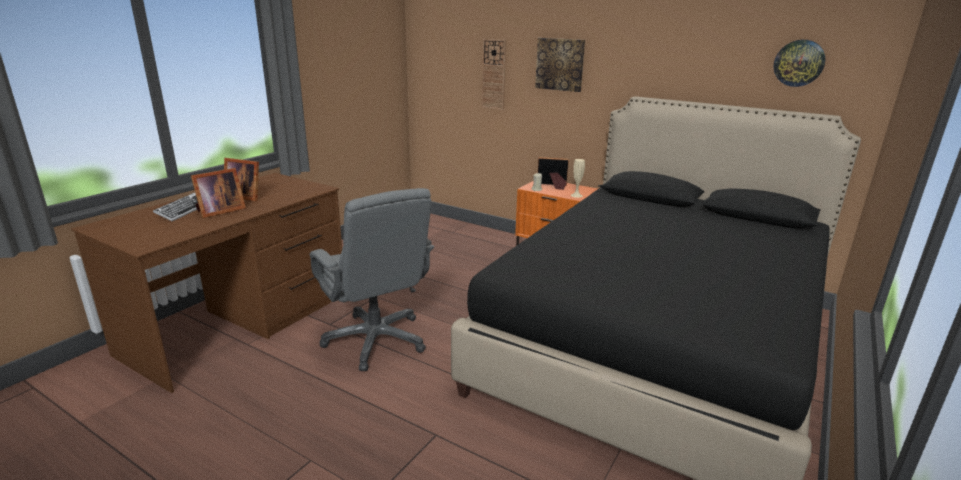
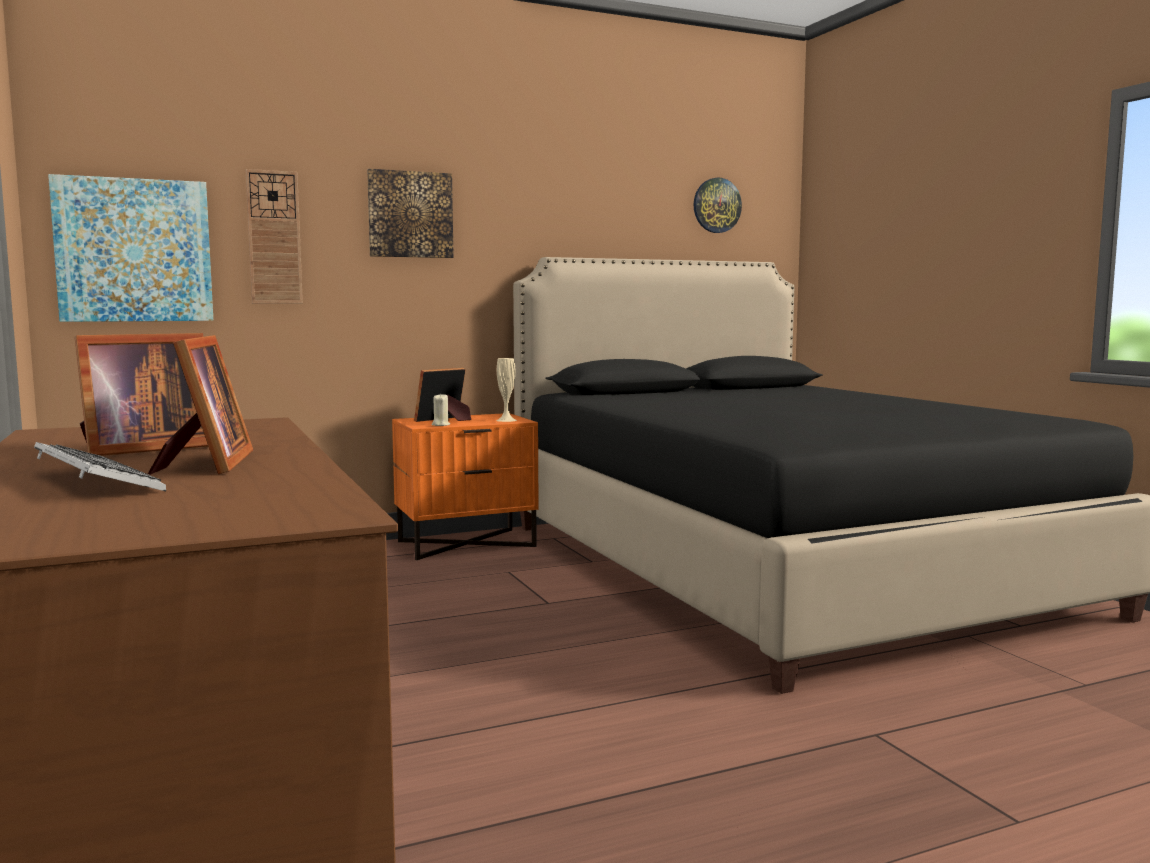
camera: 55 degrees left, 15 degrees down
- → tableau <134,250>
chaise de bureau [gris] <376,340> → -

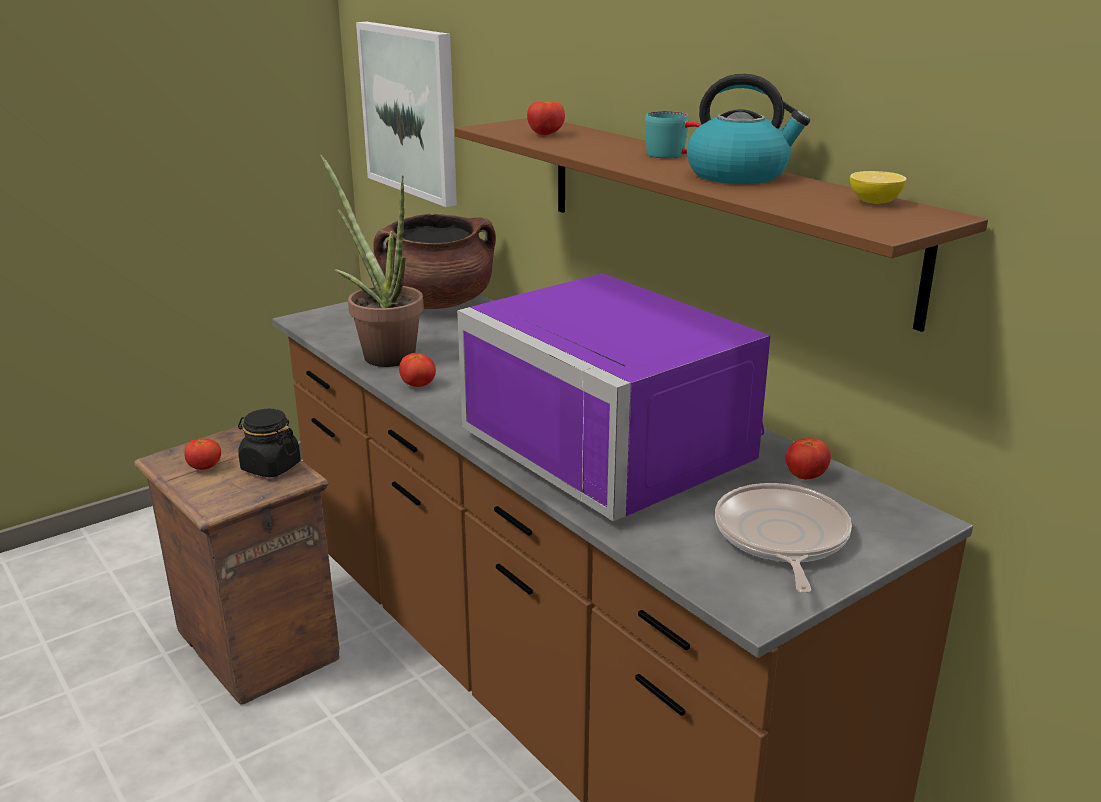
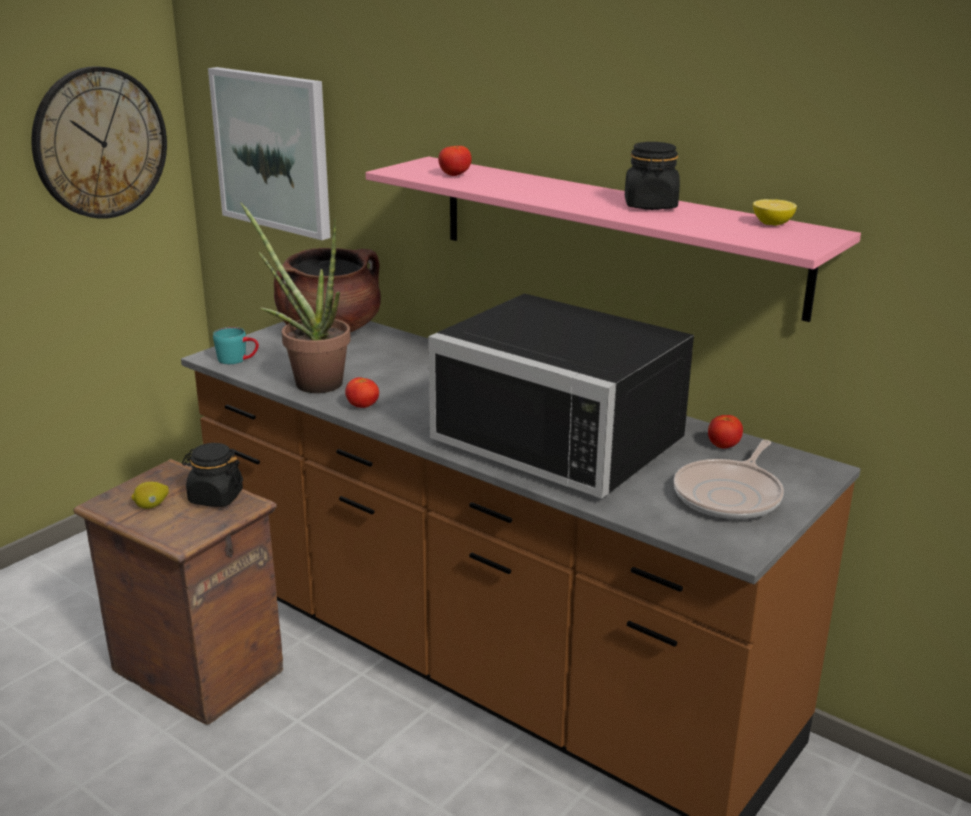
camera: 15 degrees left, 0 degrees up
- → horloge murale <100,143>
tomate <205,468> → citron <151,506>
mug [turquoise] <674,155> → mug [turquoise] <238,359>, moved
étagère [marron] <714,209> → étagère [rose] <614,233>
micro-ondes [violet] <623,445> → micro-ondes [noir] <568,438>
bouilloire <739,175> → bocal [noir] <650,206>
poêle <781,538> → poêle <730,495>, 135 degrees counterclockwise

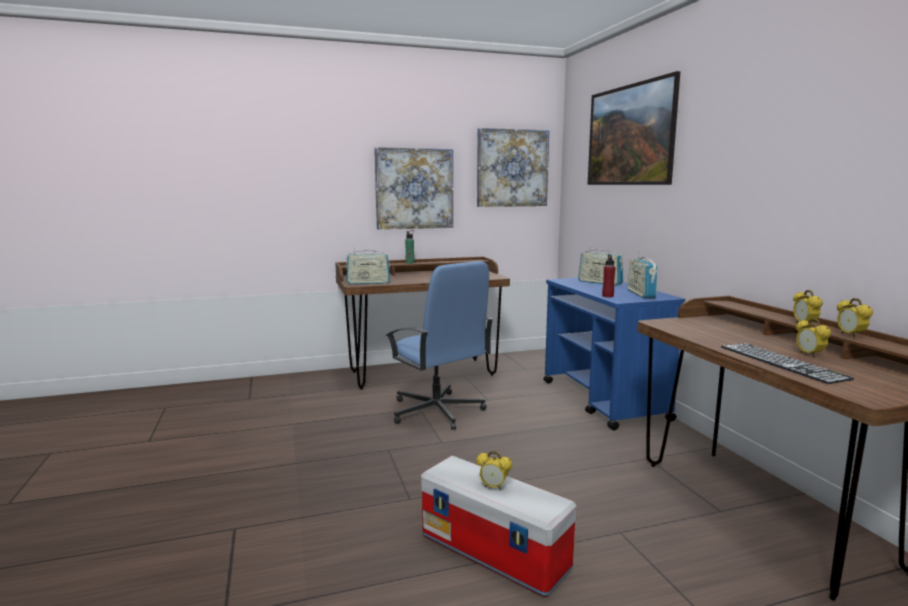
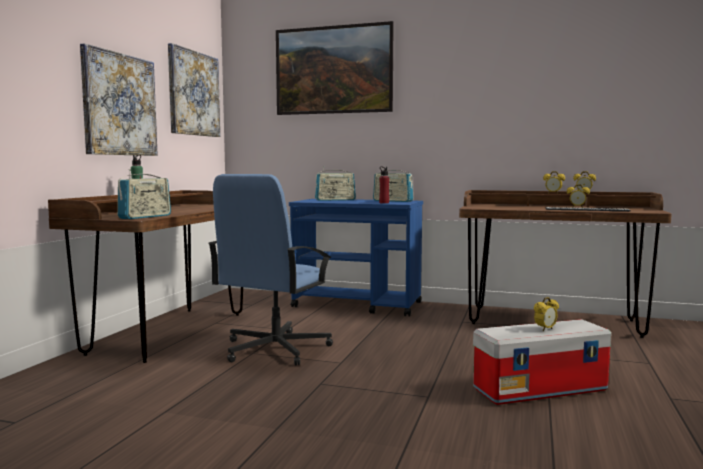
camera: 55 degrees left, 5 degrees down
chaise de bureau [bleu] <437,411> → chaise de bureau [bleu] <274,349>, 120 degrees clockwise

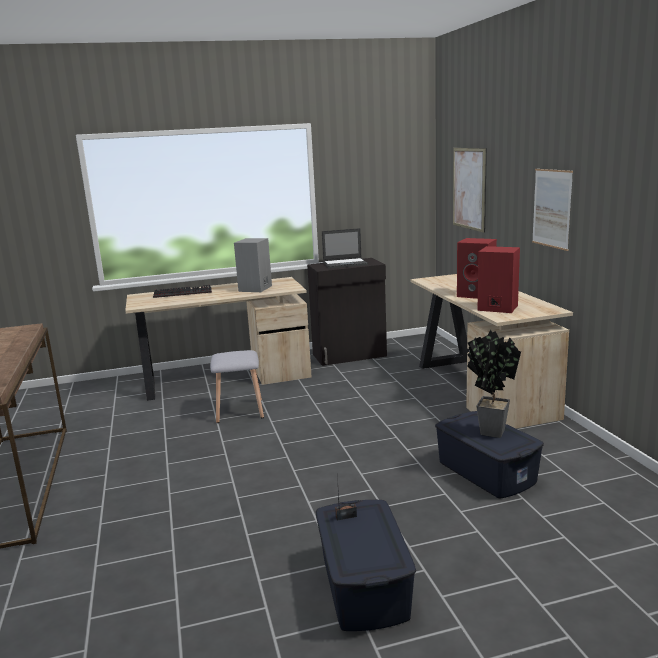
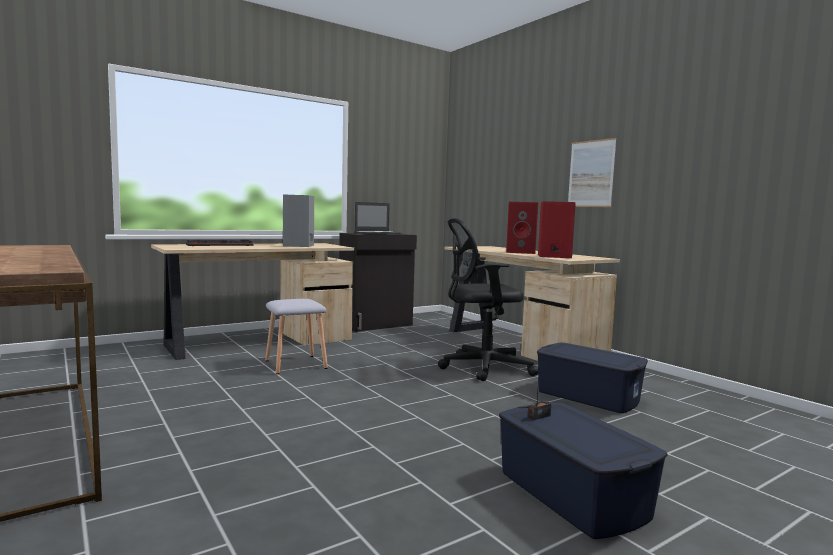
camera: 20 degrees left, 10 degrees down
- → chaise de bureau [noir] <481,367>
tableau <469,188> → -
plante en pot <488,430> → -

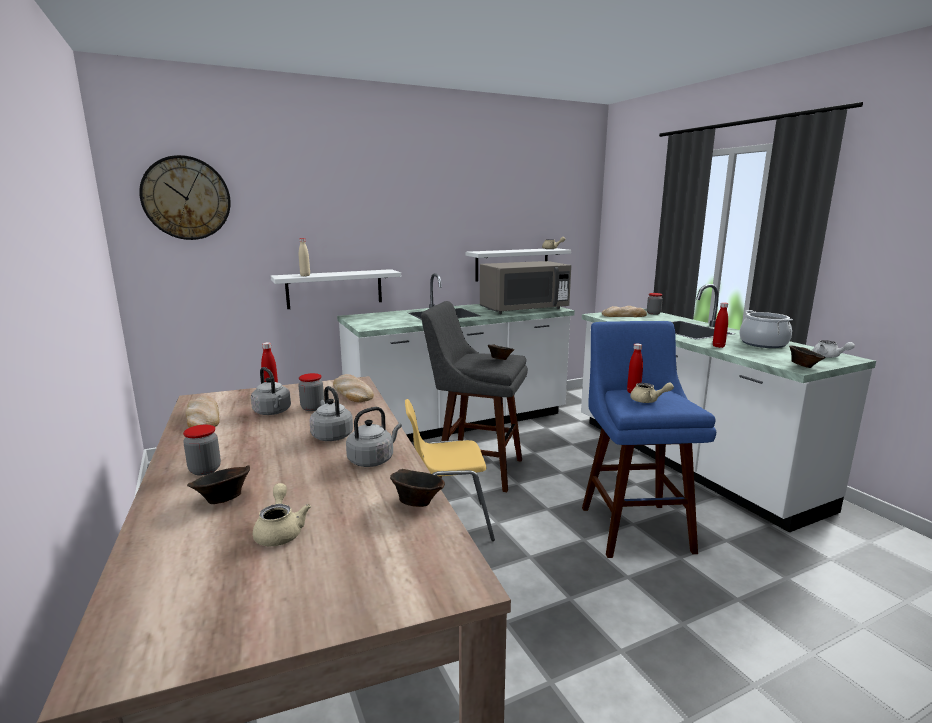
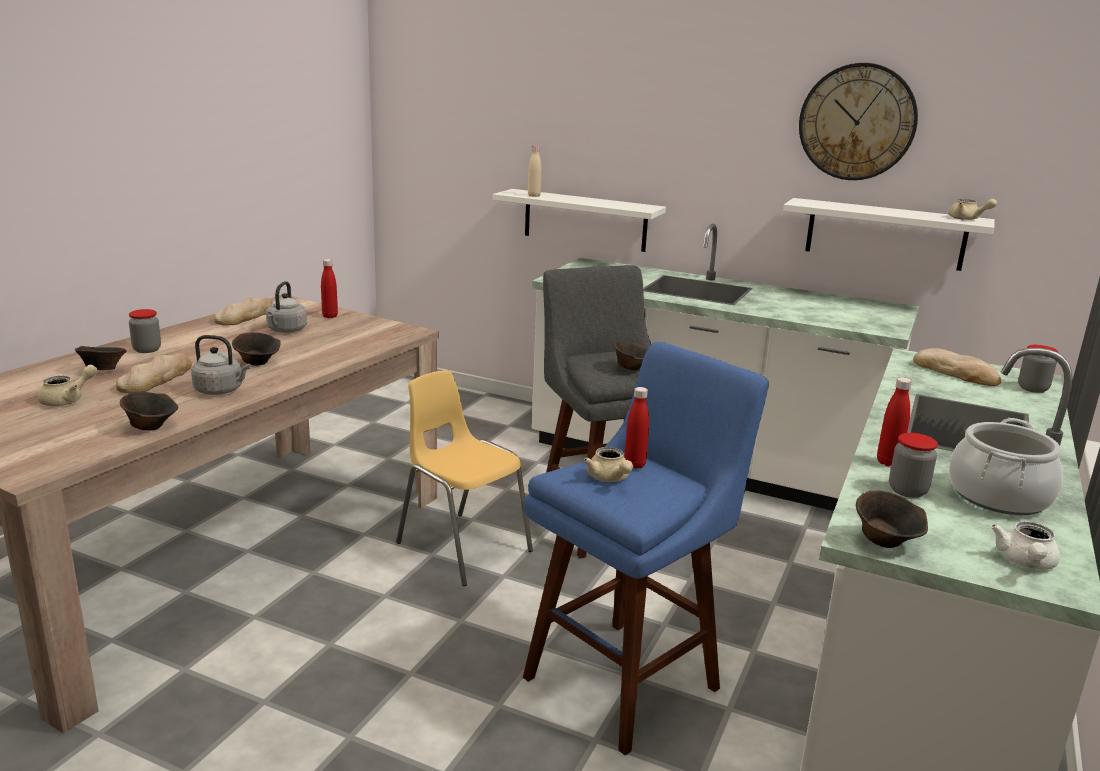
camera: 50 degrees right, 5 degrees up
pain <352,392> → pain <156,378>, moved
bouilloire [gris] <331,435> → bol [marron] <258,363>
horloge murale <186,198> → horloge murale <857,122>, moved
bocal <312,408> → bocal <907,491>, moved
micro-ondes [gris] <524,310> → -

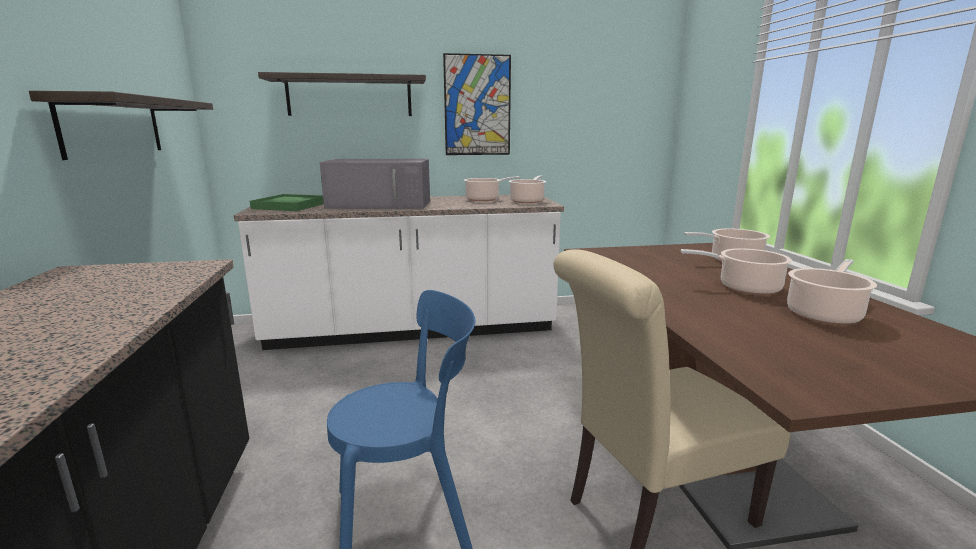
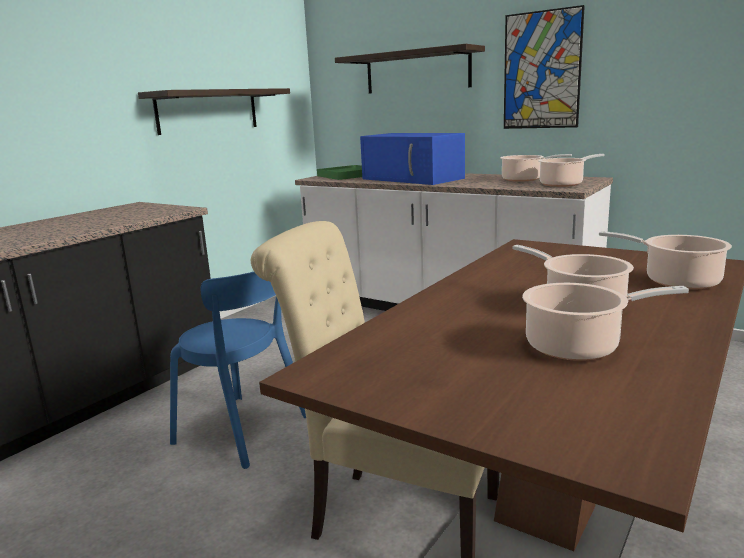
camera: 45 degrees right, 0 degrees up
micro-ondes [gris] <381,204> → micro-ondes [bleu] <413,178>

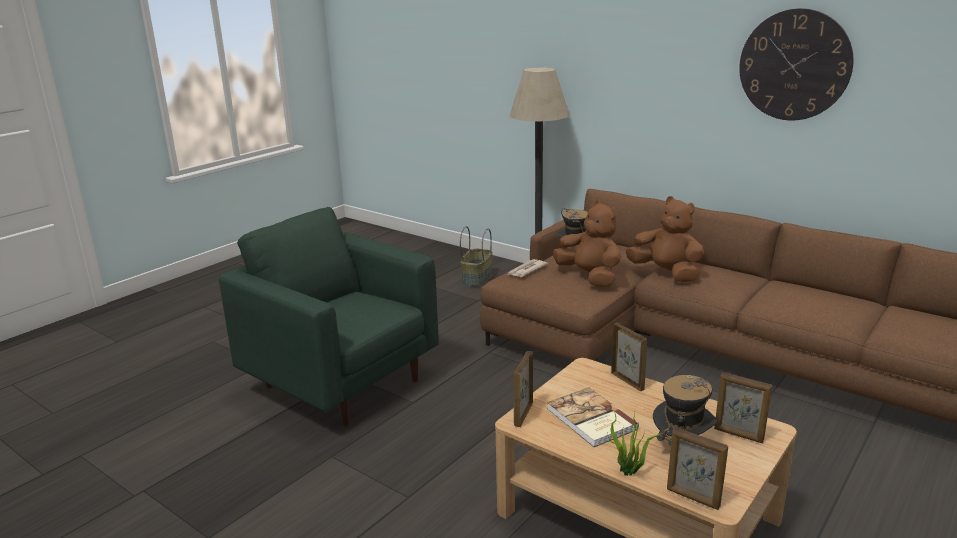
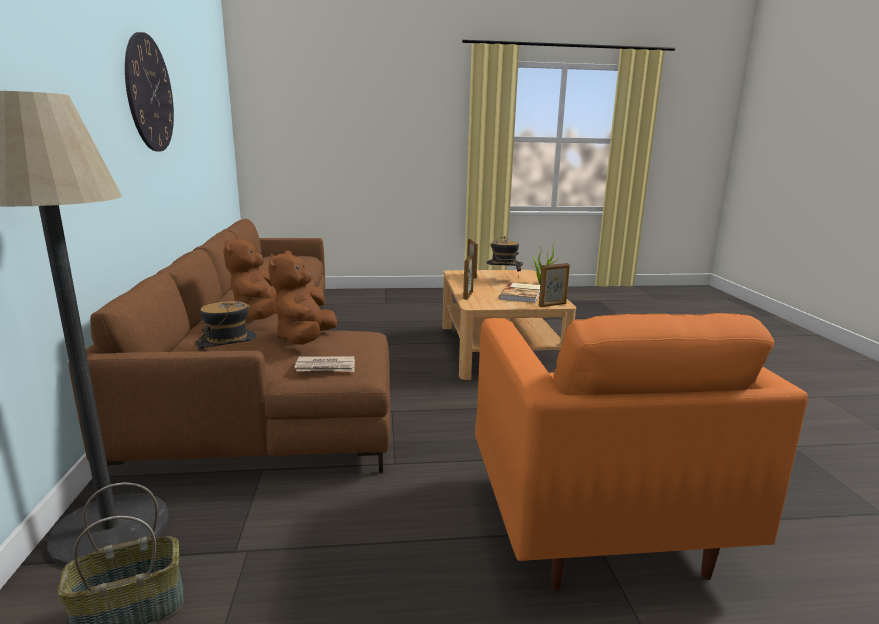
camera: 135 degrees left, 5 degrees down
fauteuil [vert] <341,383> → fauteuil [orange] <597,522>
cadre photo <692,498> → -

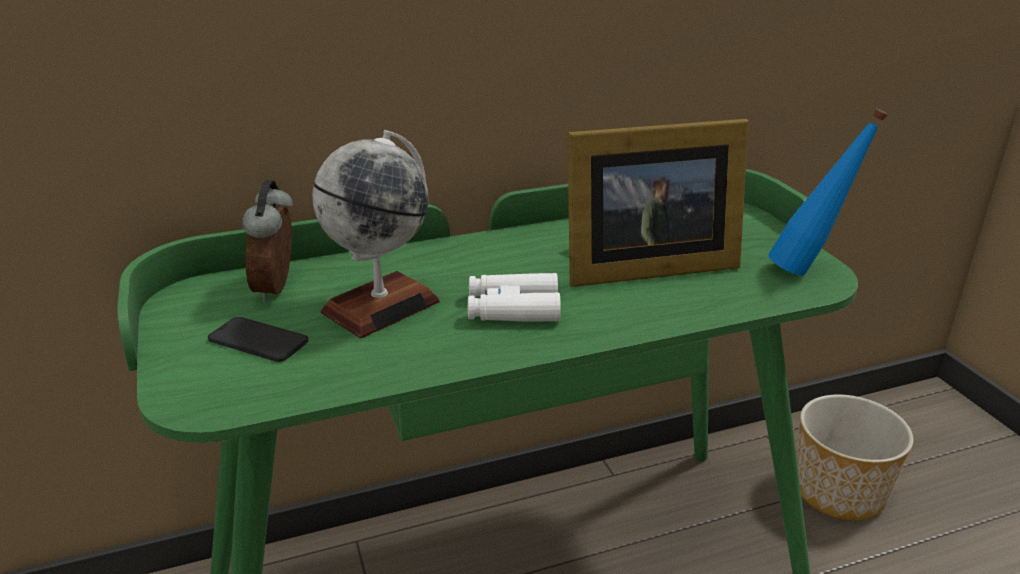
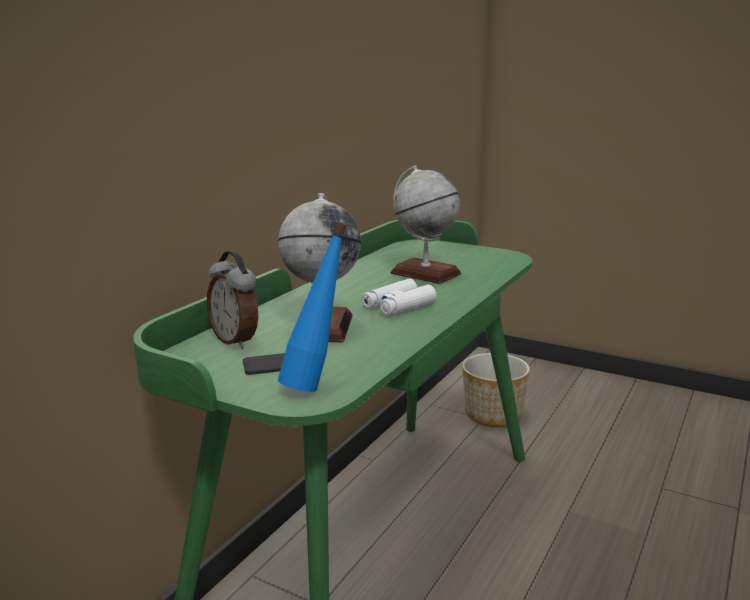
camera: 40 degrees left, 10 degrees down
bouteille [bleu] <809,270> → bouteille [bleu] <316,384>, moved
cadre photo <642,266> → globe <425,273>

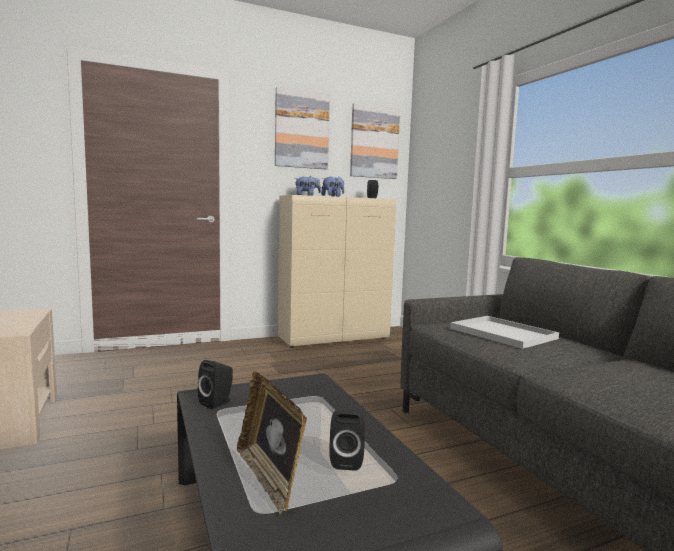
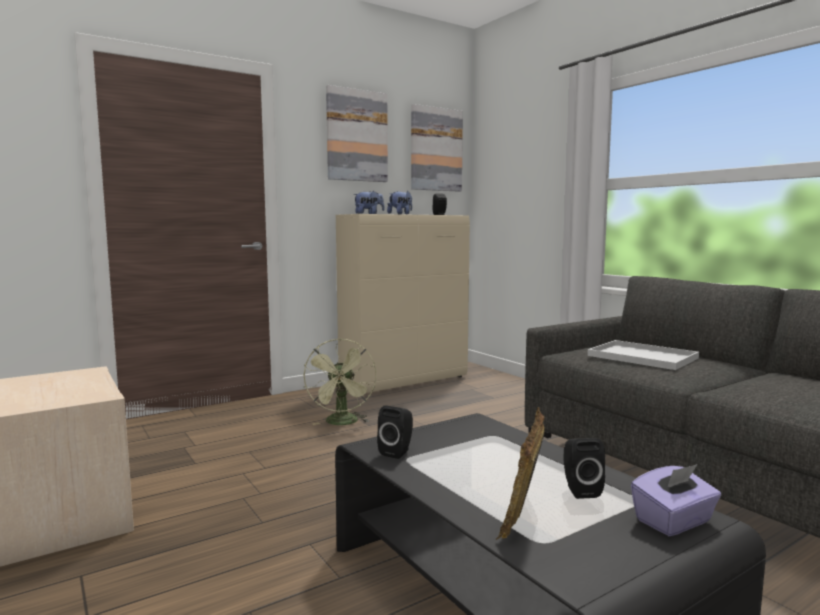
camera: 10 degrees left, 0 degrees up
- → ventilateur [vert] <342,423>
cadre photo <269,477> → cadre photo <522,513>, 60 degrees clockwise
- → boîte à mouchoirs [violet] <674,521>

